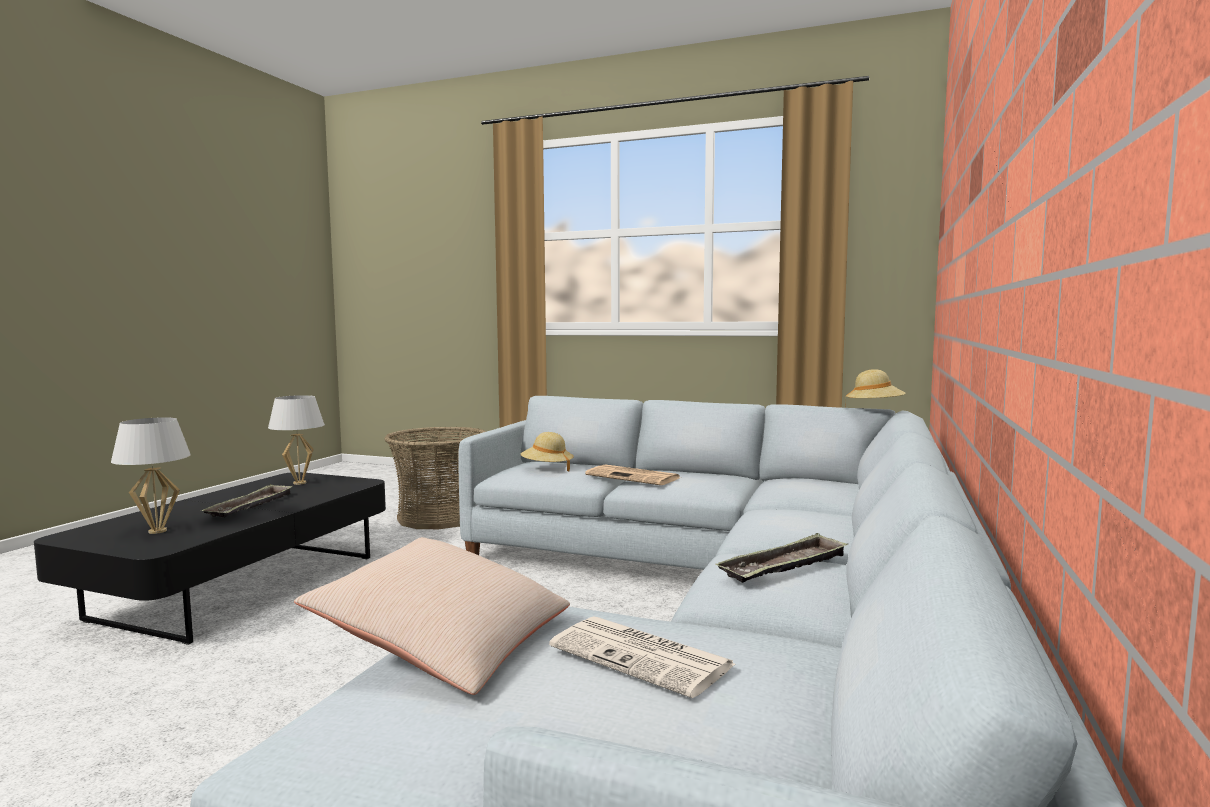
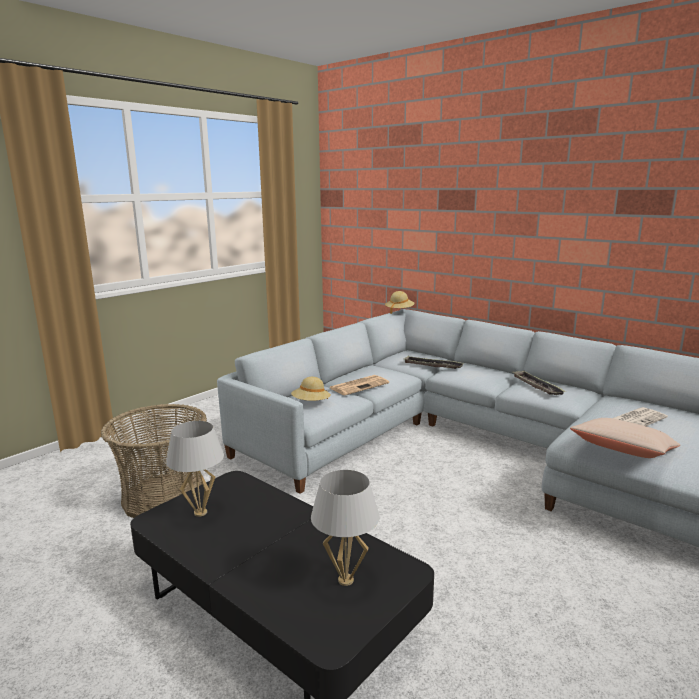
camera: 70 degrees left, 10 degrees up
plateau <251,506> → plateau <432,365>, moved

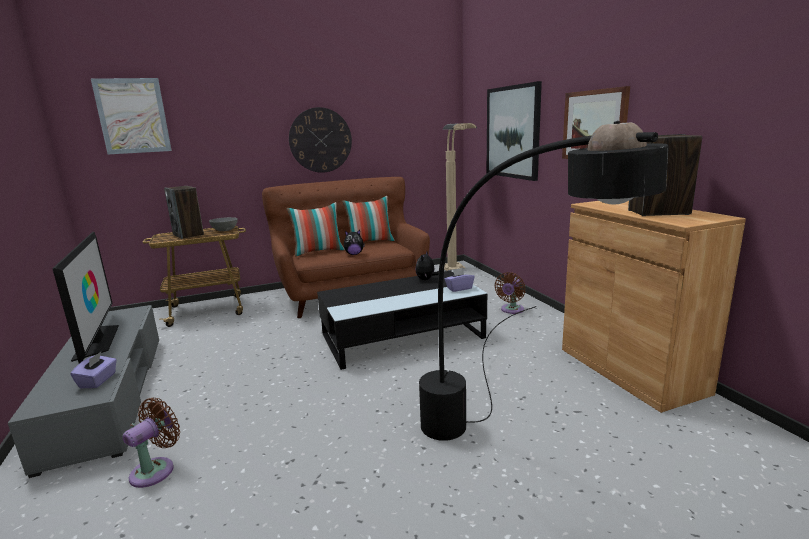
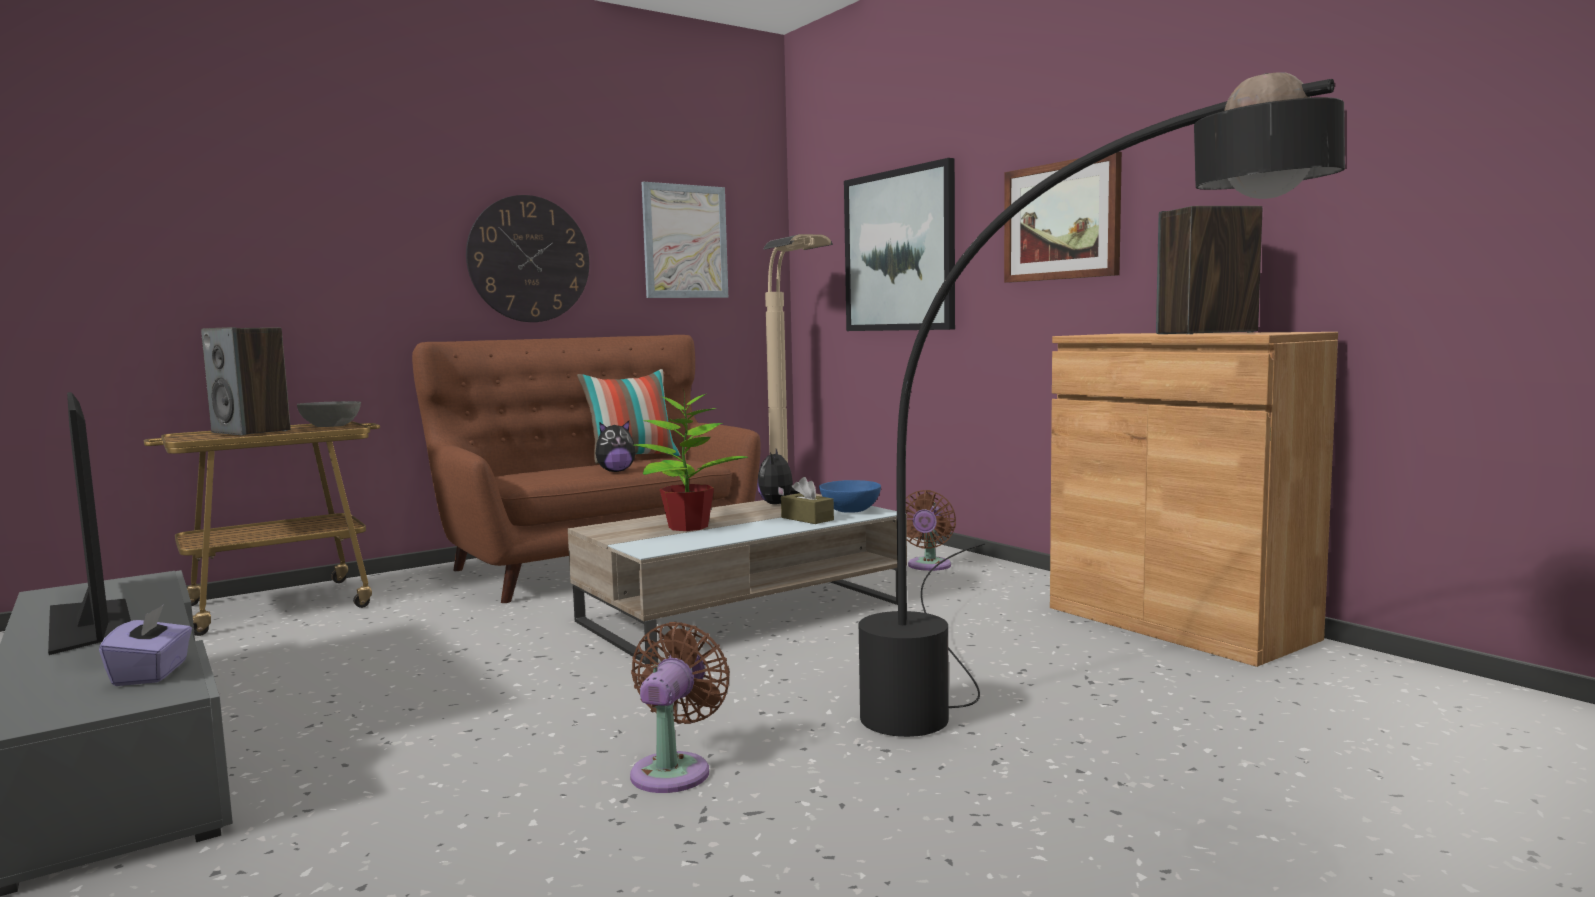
camera: 15 degrees left, 10 degrees down
table basse [noir] <402,336> → table basse [beige] <743,612>
ventilateur [marron] <156,469> → ventilateur [marron] <674,770>, moved
- → plante en pot <687,527>
tableau <133,116> → tableau <685,241>, moved
- → boîte à mouchoirs [marron] <807,519>
boîte à mouchoirs [violet] <459,288> → bol [bleu] <850,510>
coussin <318,252> → -

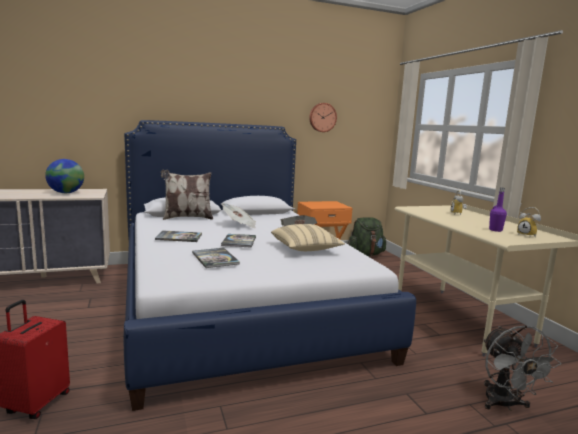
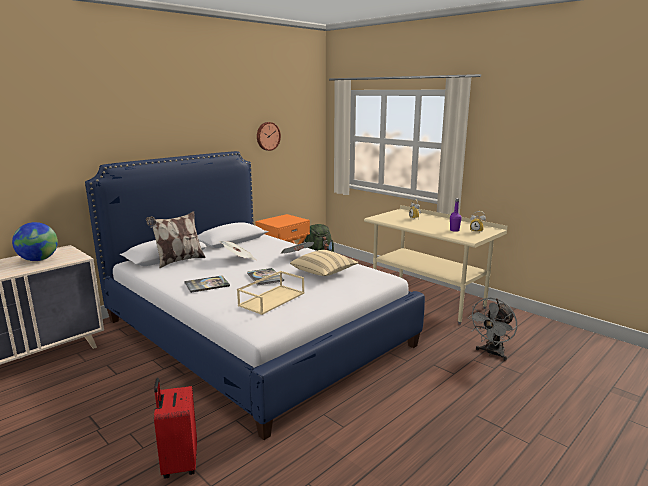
camera: 25 degrees left, 5 degrees up
livre <215,258> → plateau [beige] <272,299>
ventilateur [gris] <505,405> → ventilateur [gris] <491,353>, 75 degrees clockwise

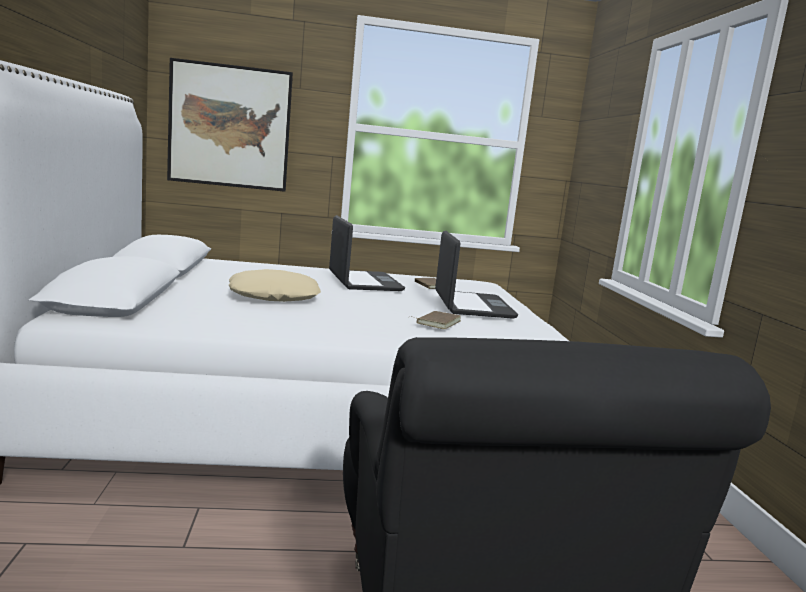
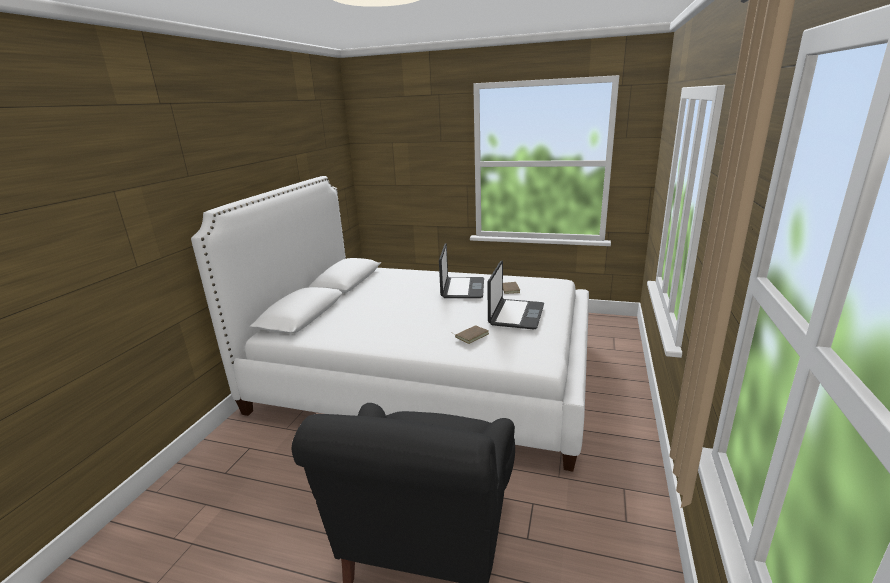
camera: 25 degrees right, 10 degrees up
tableau <230,126> → -
coussin [beige] <274,296> → -

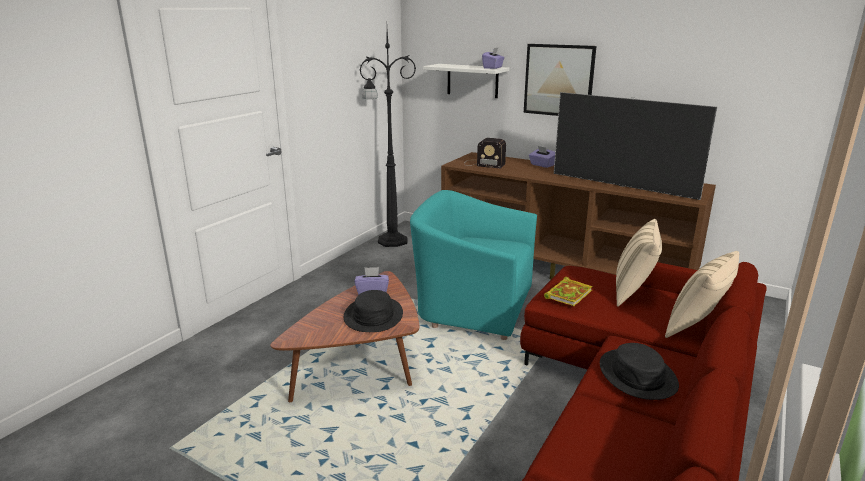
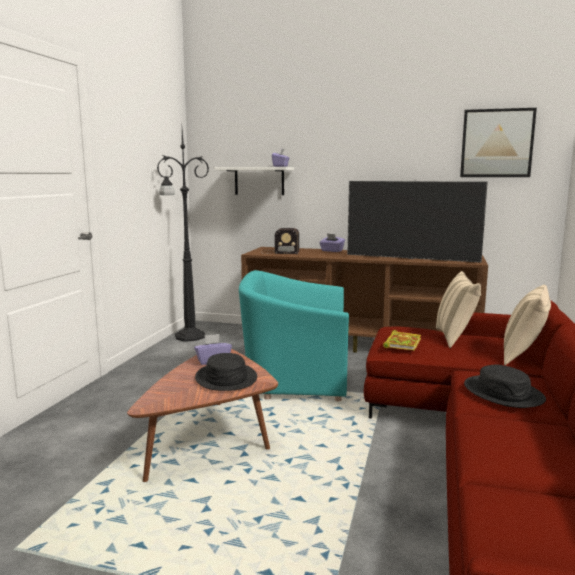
camera: 15 degrees left, 10 degrees down
tableau <558,80> → tableau <497,143>, moved

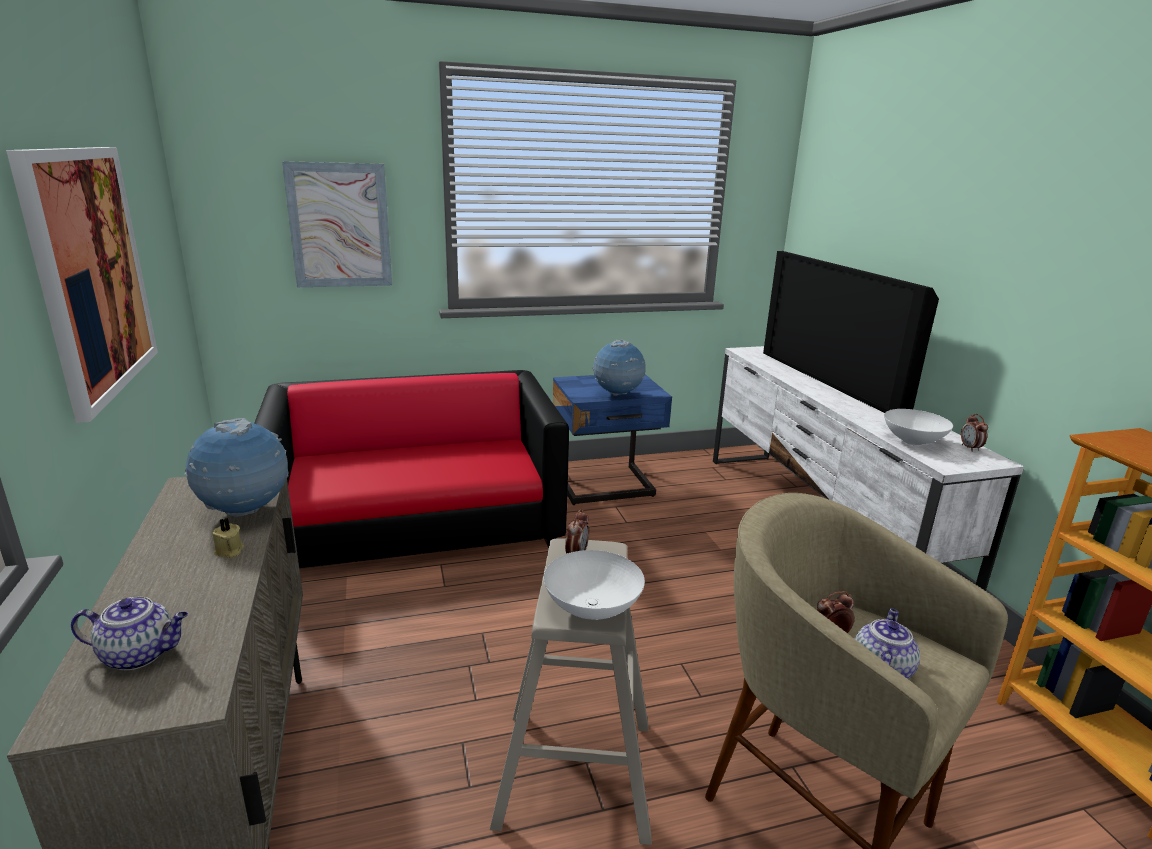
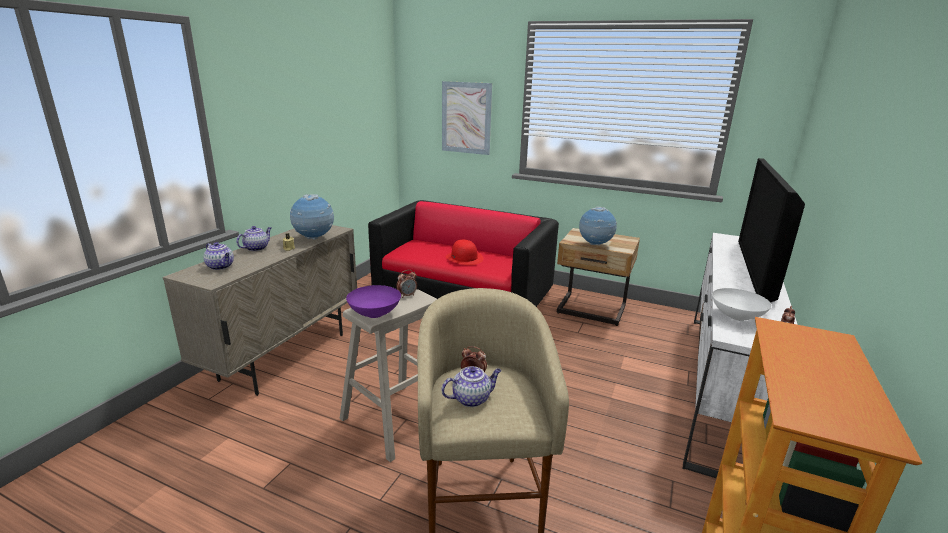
camera: 40 degrees right, 0 degrees up
- → théière <256,248>
bol [blanc] <591,608> → bol [violet] <374,313>
- → chapeau [rouge] <464,258>
table de chevet [bleu] <605,487> → table de chevet [beige] <591,311>
tableau <91,273> → -

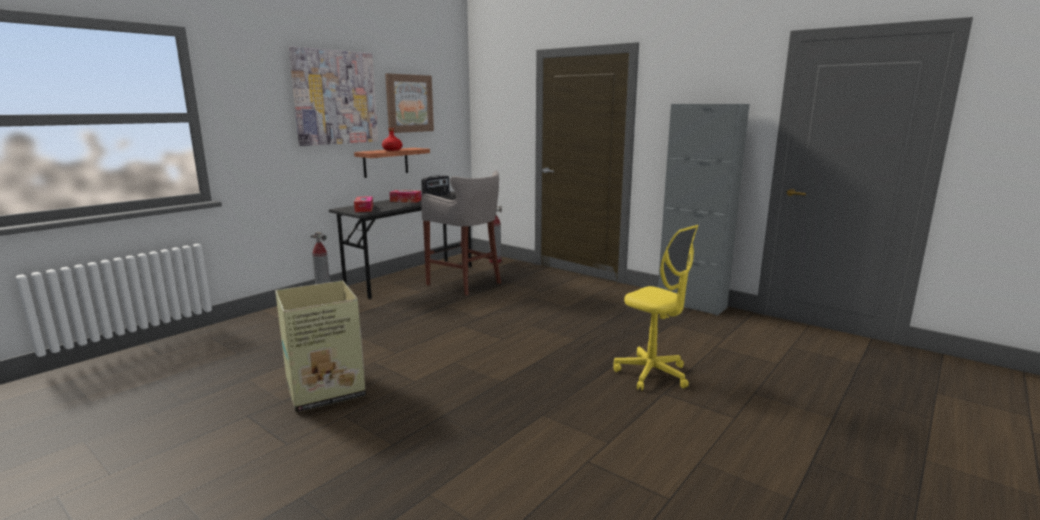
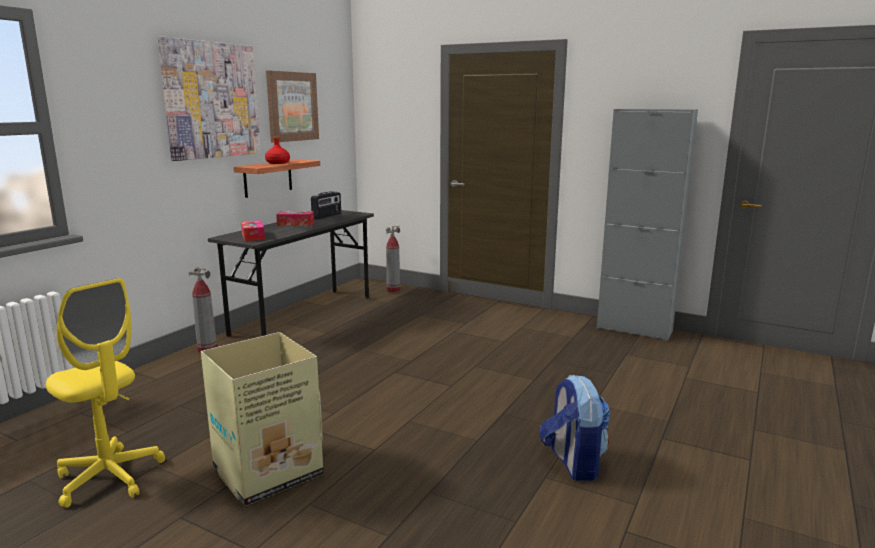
camera: 10 degrees left, 0 degrees up
chaise de bureau [jaune] <652,374> → chaise de bureau [jaune] <110,477>, moved
- → sac à dos <572,463>
tabouret [gris] <466,284> → -

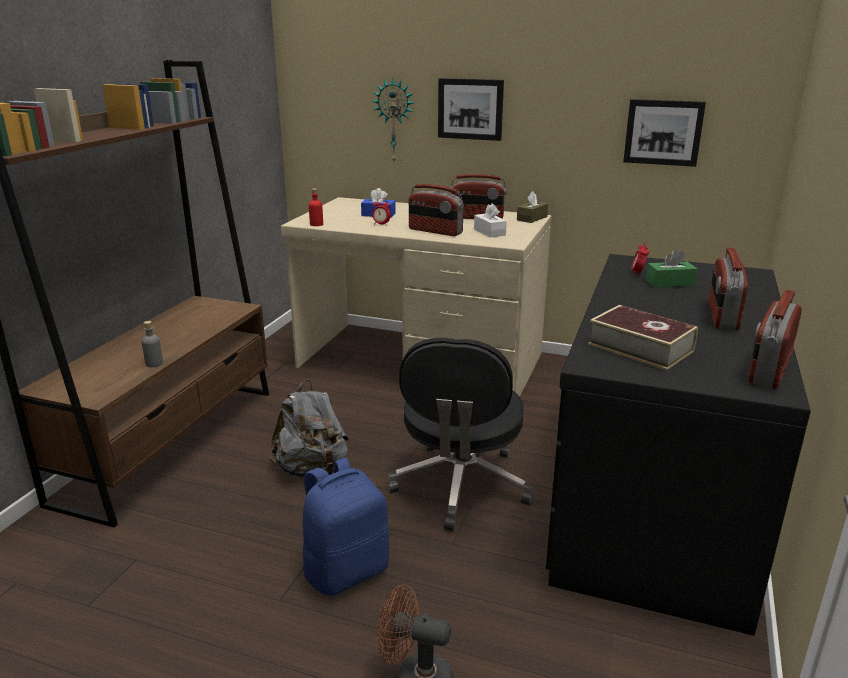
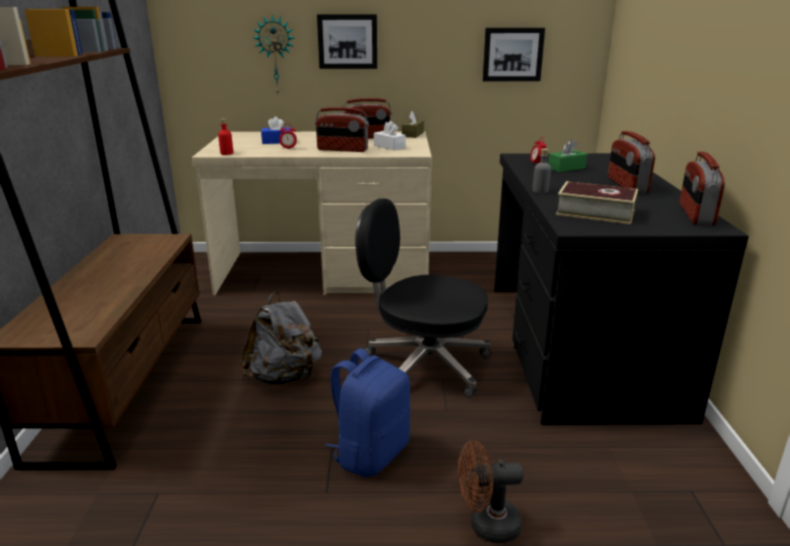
camera: 20 degrees left, 0 degrees up
chaise de bureau [noir] <460,486> → chaise de bureau [noir] <424,365>, 120 degrees clockwise
bouteille [gris] <154,363> → bouteille [gris] <540,191>, moved

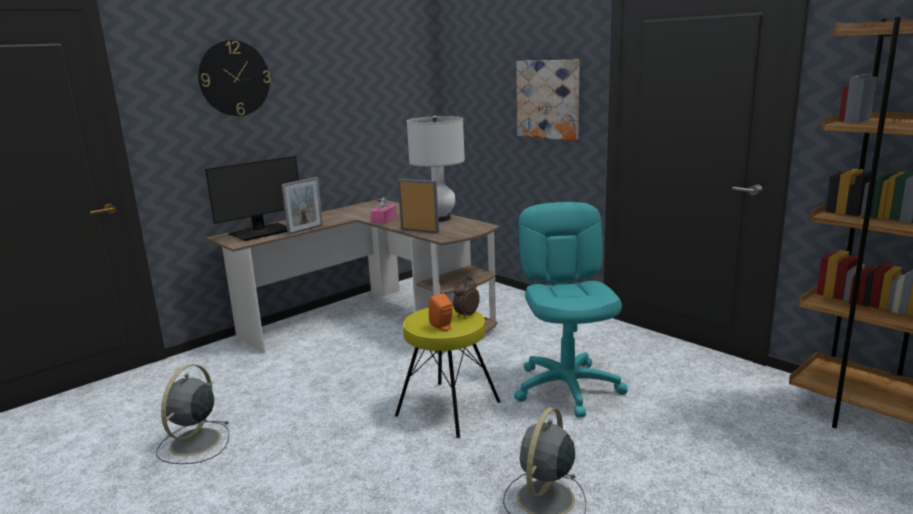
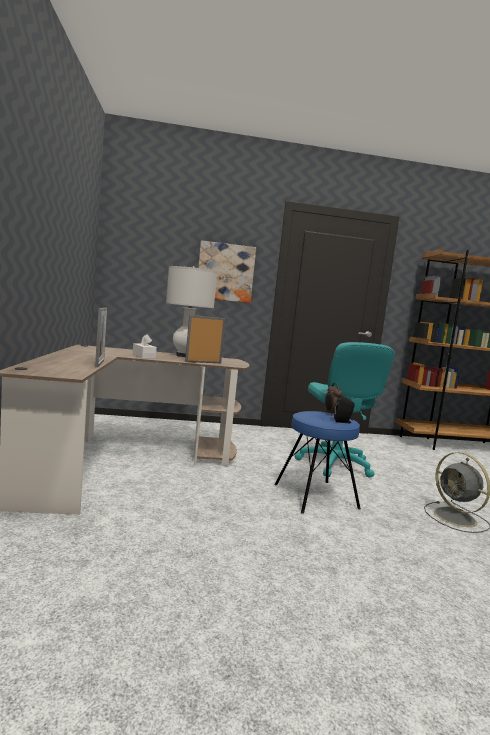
camera: 55 degrees left, 10 degrees down
boîte à mouchoirs [rose] <384,219> → boîte à mouchoirs [blanc] <144,356>
tabouret [jaune] <448,409> → tabouret [bleu] <316,496>
chaise de bureau [turquoise] <567,388> → chaise de bureau [turquoise] <334,464>, 135 degrees counterclockwise
enceinte [orange] <443,327> → enceinte [noir] <343,421>
ventilateur [gris] <194,443> → -
horloge murale <234,78> → -
écran d'ordinateur <261,232> → -

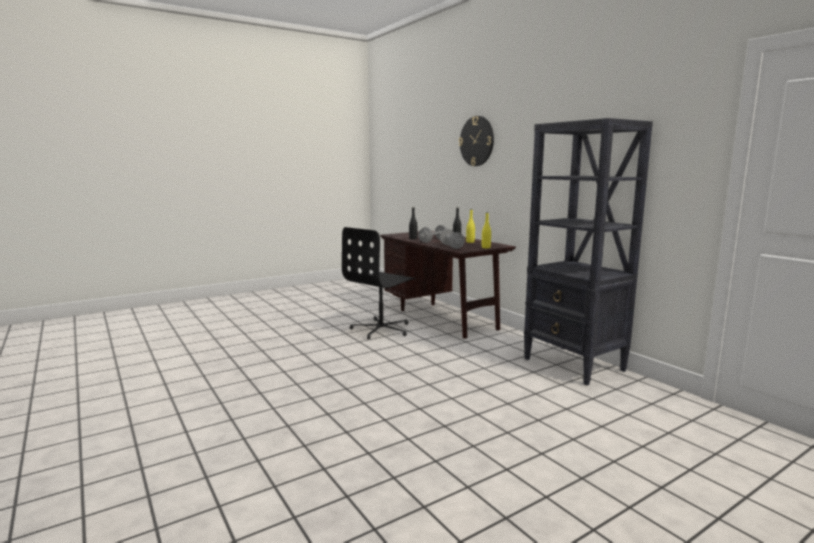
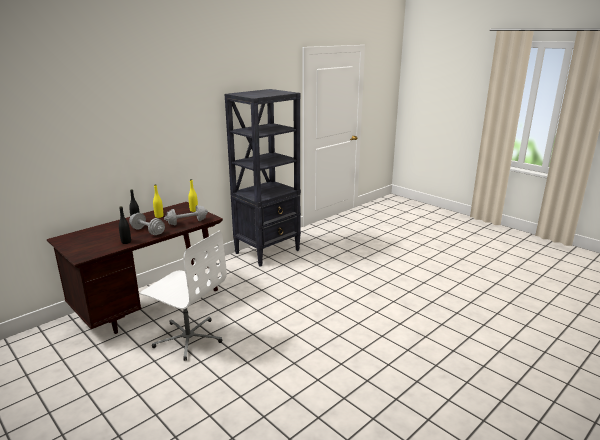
camera: 100 degrees left, 10 degrees up
chaise de bureau [noir] <381,329> → chaise de bureau [blanc] <188,338>
horloge murale <476,141> → -

